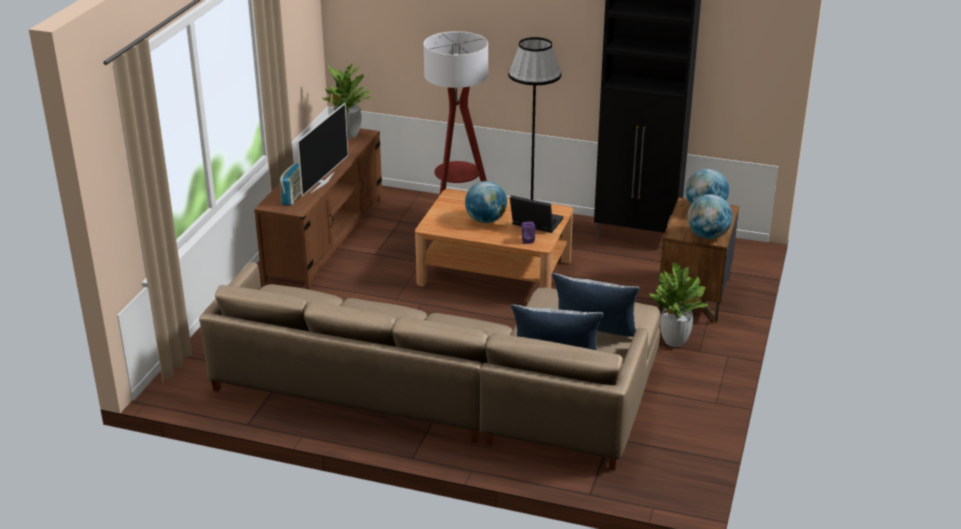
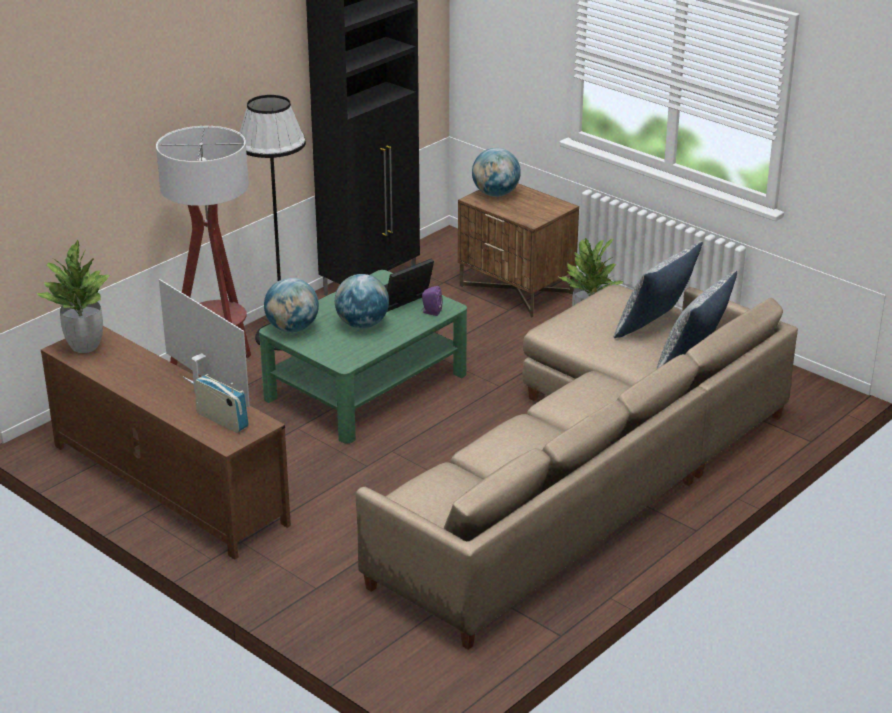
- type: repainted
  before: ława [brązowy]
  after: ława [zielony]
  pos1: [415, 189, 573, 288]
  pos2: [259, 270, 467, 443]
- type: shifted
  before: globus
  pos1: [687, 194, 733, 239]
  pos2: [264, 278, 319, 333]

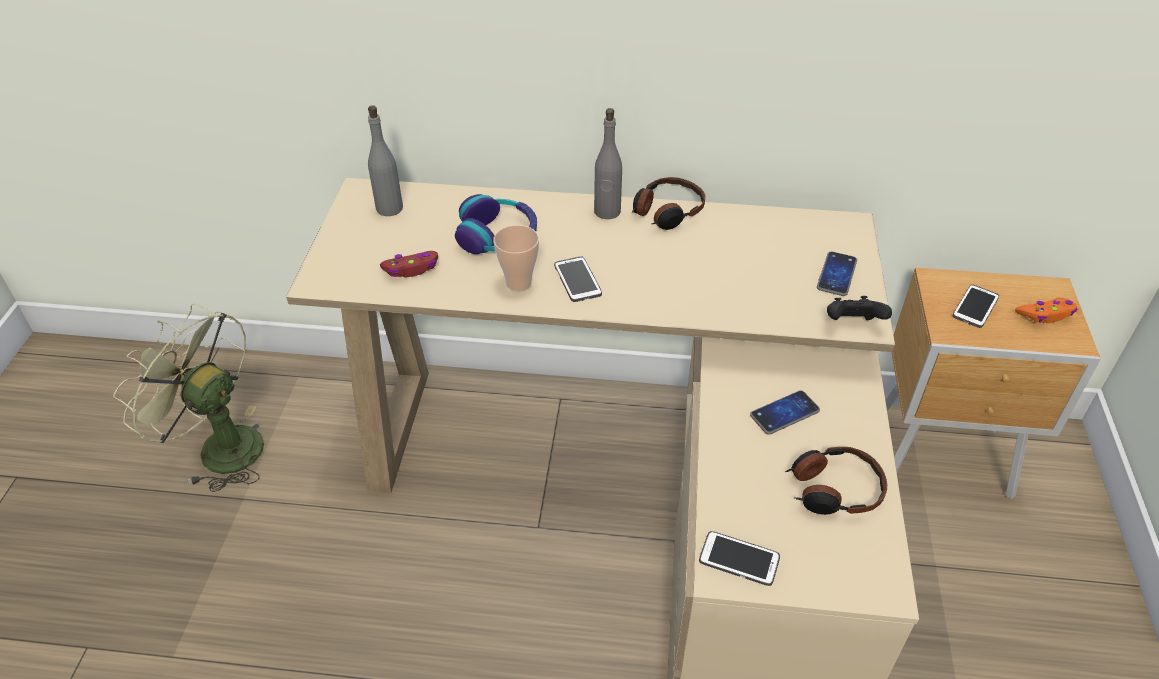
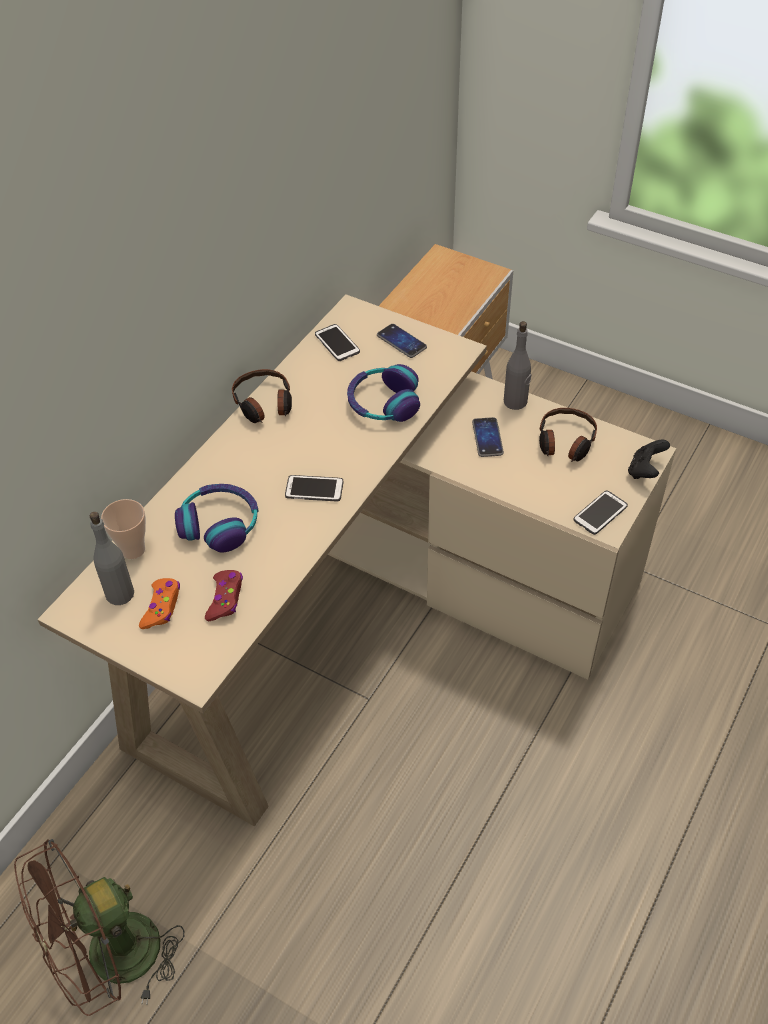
- type: repainted
  before: wentylator [zielony]
  after: wentylator [brązowy]
  pos1: [113, 304, 264, 492]
  pos2: [14, 839, 185, 1016]
- type: shifted
  before: filiżanka
  pos1: [493, 225, 539, 291]
  pos2: [101, 499, 146, 559]
- type: shifted
  before: butelka [szary]
  pos1: [594, 108, 622, 219]
  pos2: [504, 321, 531, 410]
- type: shifted
  before: pad do gier [czarny]
  pos1: [827, 296, 892, 320]
  pos2: [628, 440, 670, 479]
- type: shifted
  before: telefon
  pos1: [952, 284, 999, 328]
  pos2: [315, 324, 360, 361]
- type: shifted
  before: pad do gier [pomarańczowy]
  pos1: [1015, 297, 1078, 323]
  pos2: [139, 578, 180, 629]
- type: new
  after: słuchawki
  pos2: [347, 364, 420, 422]

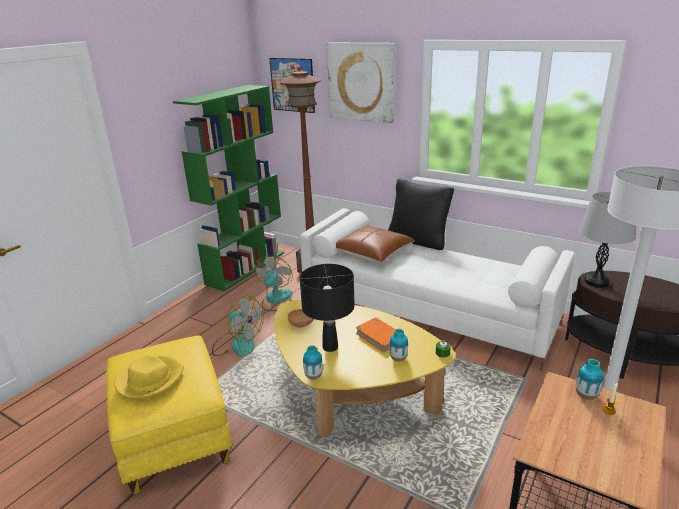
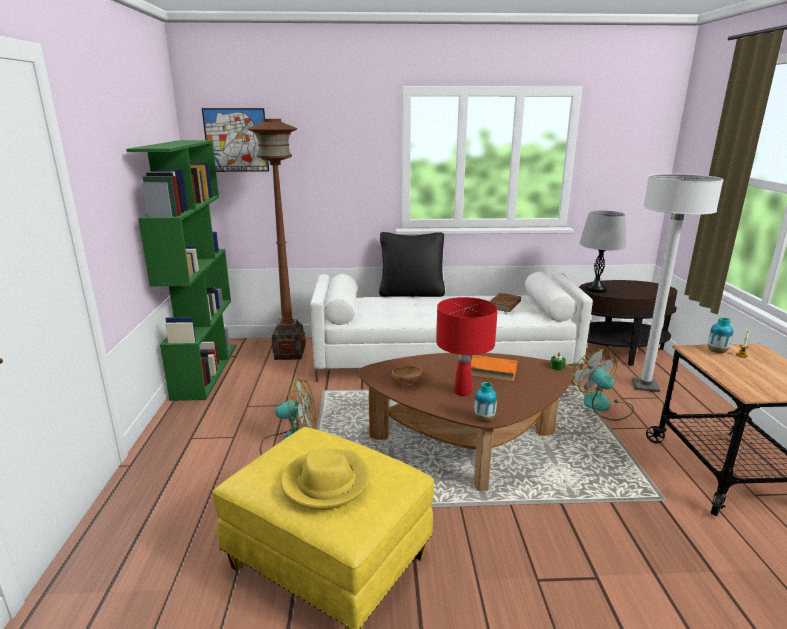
- type: shifted
  before: wentylator
  pos1: [254, 256, 293, 311]
  pos2: [572, 349, 634, 421]
- type: repainted
  before: ława [żółty]
  after: ława [brązowy]
  pos1: [274, 300, 455, 438]
  pos2: [358, 353, 572, 491]
- type: repainted
  before: lampa stołowa [czarny]
  after: lampa stołowa [czerwony]
  pos1: [300, 264, 355, 352]
  pos2: [436, 297, 498, 396]
- type: gone
  before: obraz
  pos1: [327, 43, 395, 123]
- type: gone
  before: poduszka [brązowy]
  pos1: [336, 226, 415, 263]
- type: gone
  before: wazon
  pos1: [389, 329, 408, 361]
- type: new
  after: książka [brązowy]
  pos2: [489, 293, 521, 312]

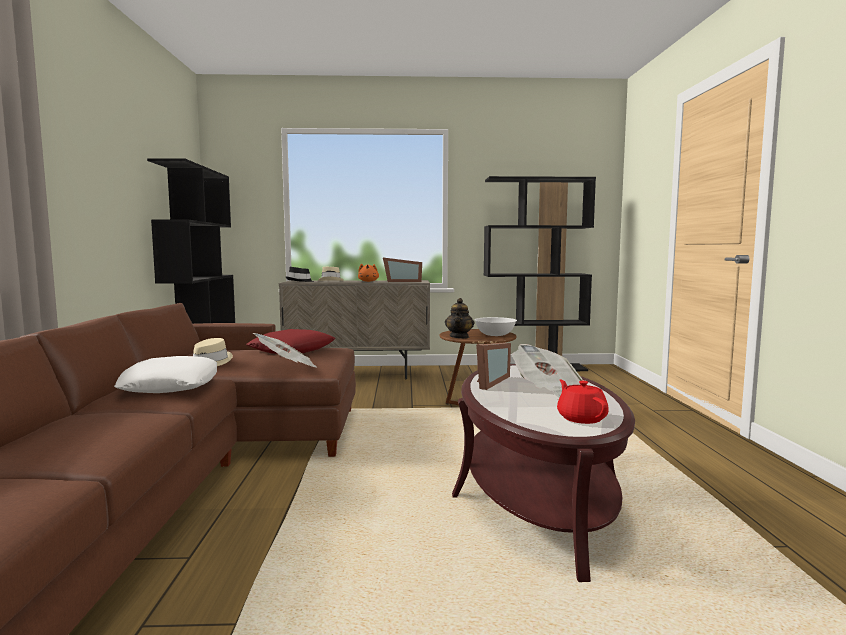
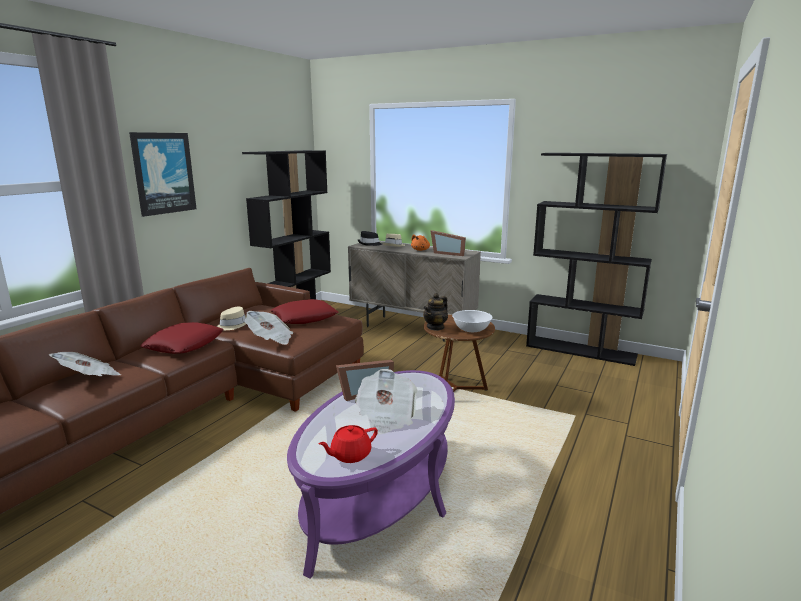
- type: repainted
  before: poduszka [biały]
  after: poduszka [czerwony]
  pos1: [114, 356, 217, 393]
  pos2: [140, 322, 223, 354]
- type: repainted
  before: ława [brązowy]
  after: ława [fioletowy]
  pos1: [452, 364, 635, 582]
  pos2: [287, 370, 455, 579]
- type: rotated
  before: imbryk [czerwony]
  pos1: [557, 380, 609, 424]
  pos2: [318, 425, 378, 463]
  turn: -135
- type: new
  after: gazeta
  pos2: [49, 352, 121, 376]
- type: new
  after: obraz
  pos2: [129, 132, 196, 217]

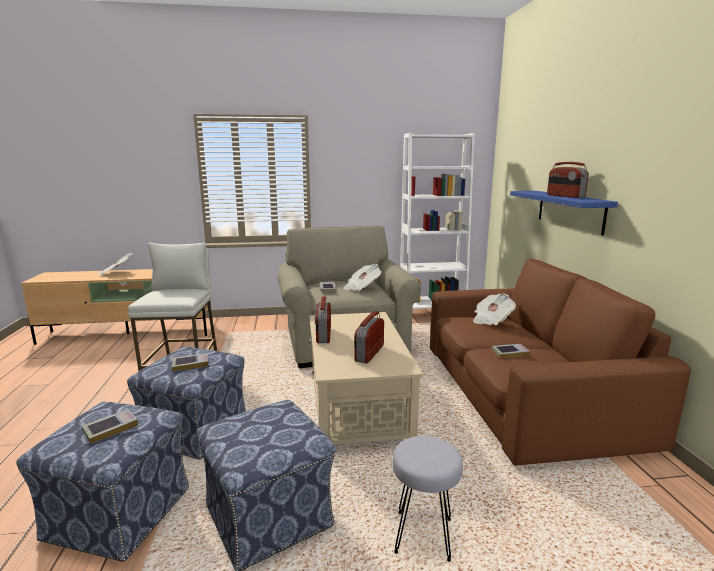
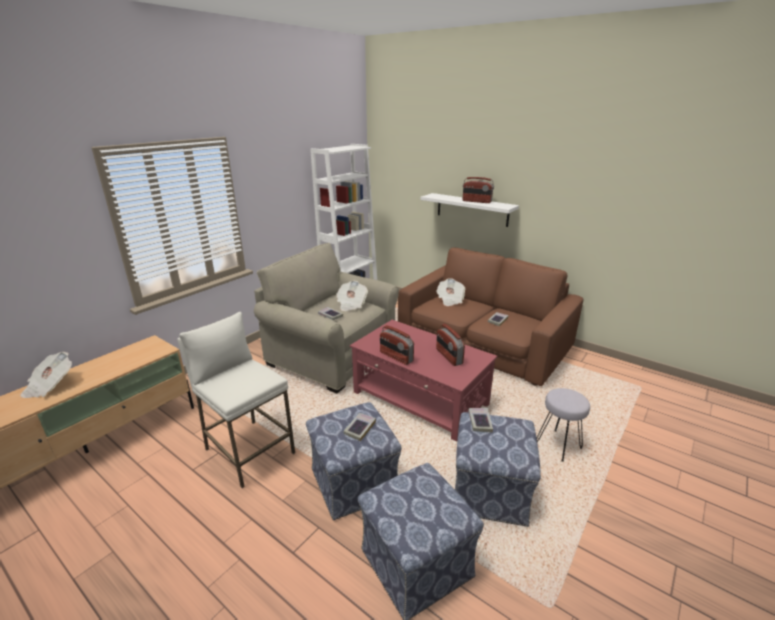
- type: shifted
  before: książka
  pos1: [82, 409, 138, 444]
  pos2: [468, 408, 493, 433]
- type: repainted
  before: ława [beżowy]
  after: ława [czerwony]
  pos1: [309, 312, 423, 444]
  pos2: [350, 320, 497, 442]
- type: repainted
  before: półka [niebieski]
  after: półka [biały]
  pos1: [510, 191, 618, 236]
  pos2: [421, 193, 519, 227]

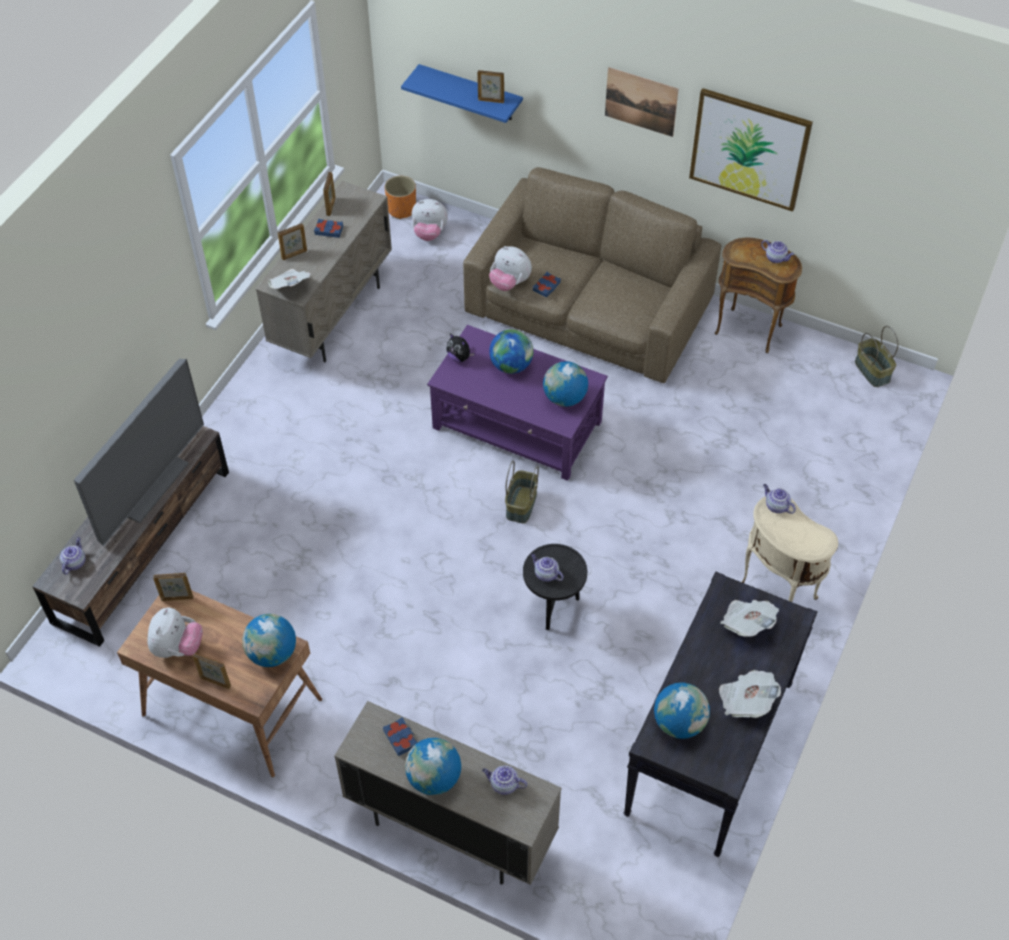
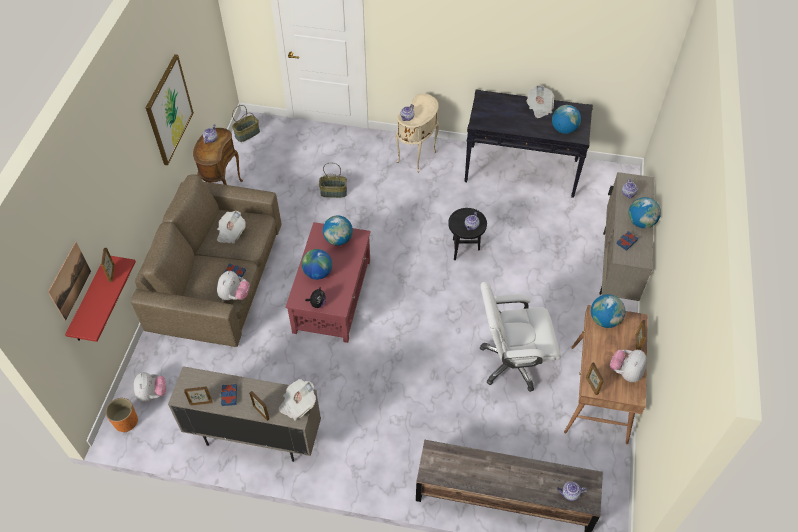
- type: gone
  before: telewizor
  pos1: [74, 359, 204, 546]
- type: rotated
  before: pluszak
  pos1: [148, 608, 203, 658]
  pos2: [610, 350, 647, 382]
  turn: -60
- type: repainted
  before: półka [niebieski]
  after: półka [czerwony]
  pos1: [401, 64, 523, 123]
  pos2: [65, 256, 136, 342]
- type: repainted
  before: ława [fioletowy]
  after: ława [czerwony]
  pos1: [427, 325, 608, 481]
  pos2: [286, 222, 370, 343]
- type: shifted
  before: koszyk
  pos1: [505, 460, 539, 523]
  pos2: [319, 163, 347, 198]
- type: shifted
  before: obraz
  pos1: [605, 67, 679, 137]
  pos2: [48, 242, 91, 321]
- type: shifted
  before: gazeta
  pos1: [720, 600, 779, 637]
  pos2: [217, 211, 246, 244]
- type: new
  after: krzesło biurowe [biały]
  pos2: [480, 282, 561, 392]

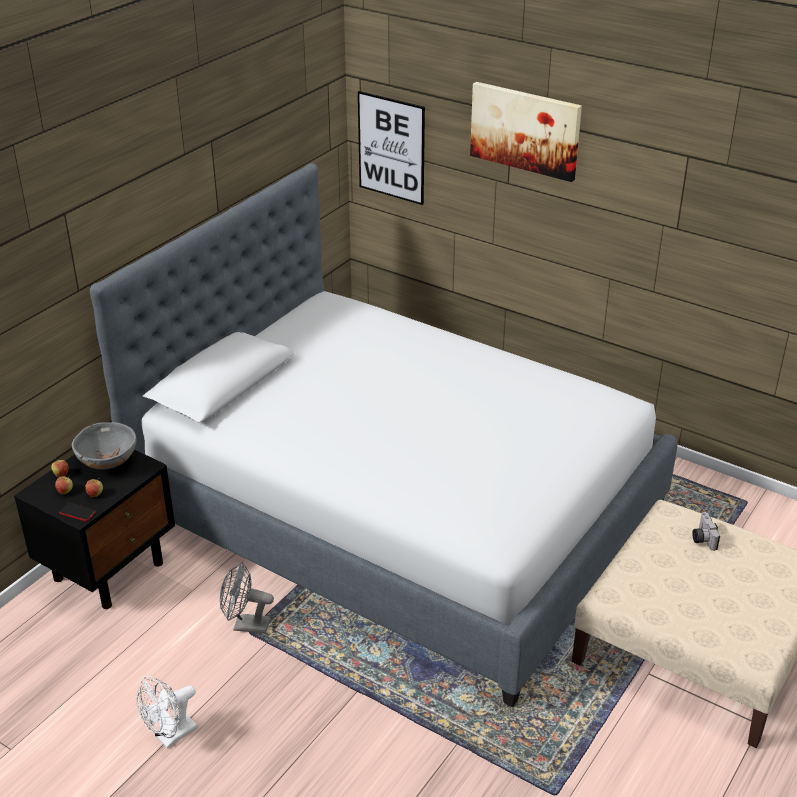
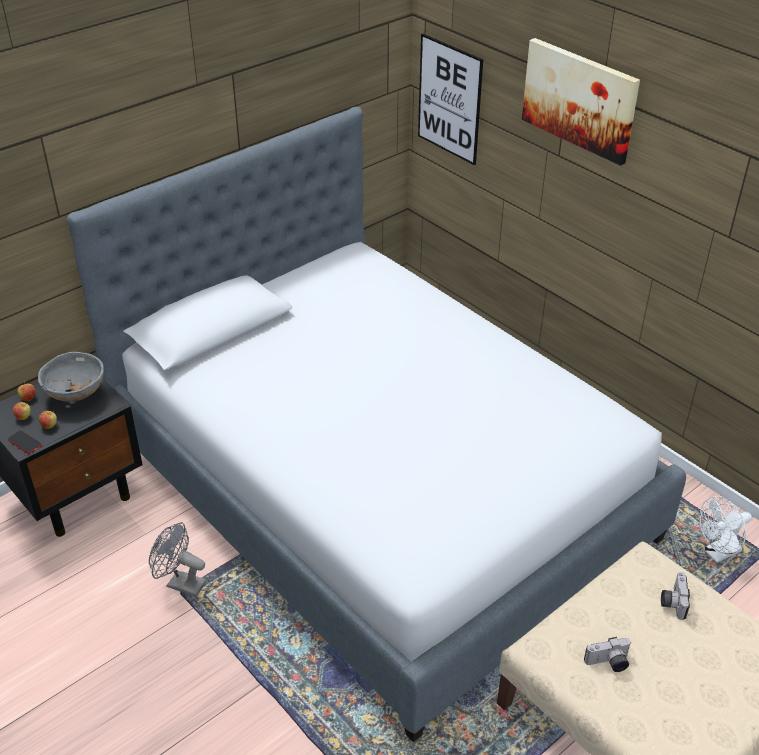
- type: shifted
  before: wentylator [biały]
  pos1: [137, 676, 198, 748]
  pos2: [700, 496, 752, 563]
- type: new
  after: aparat fotograficzny
  pos2: [584, 637, 631, 672]

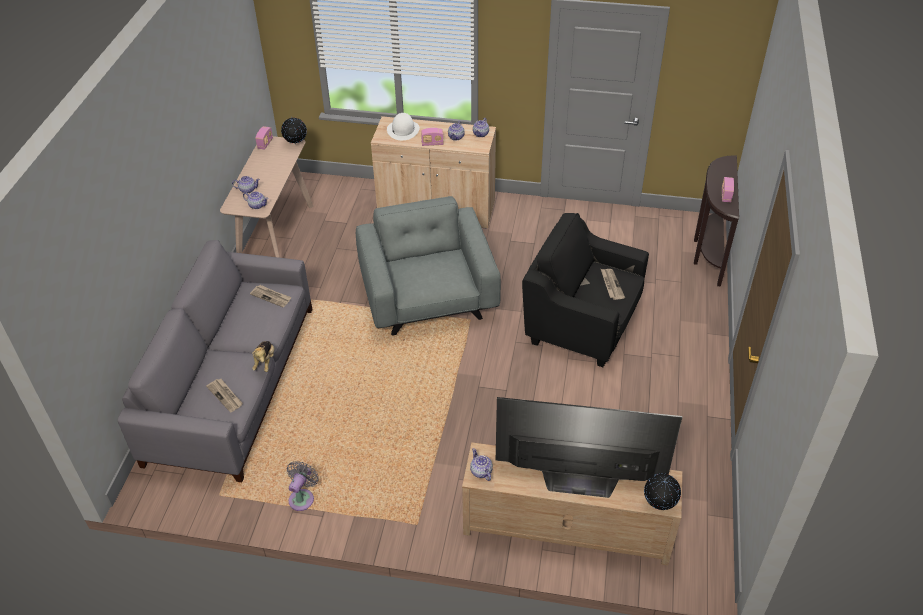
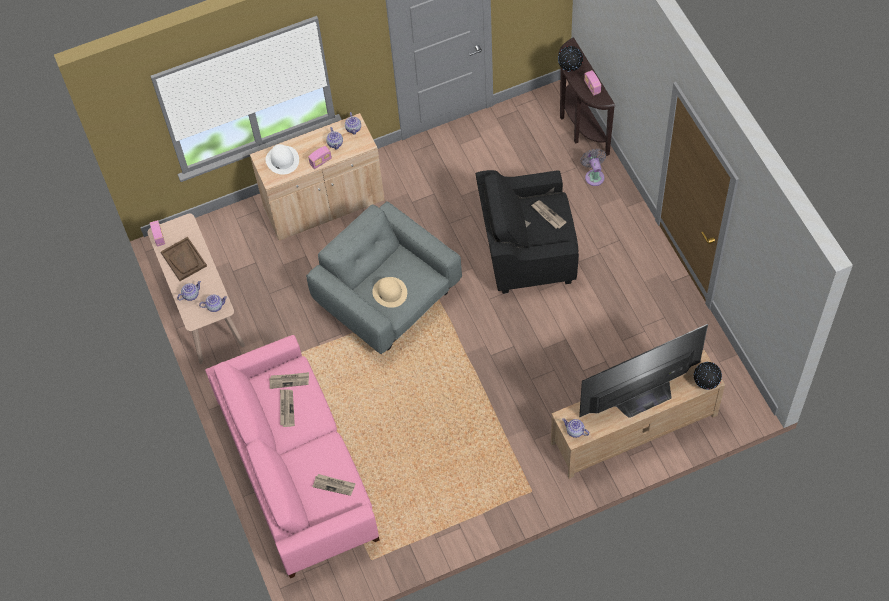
- type: repainted
  before: kanapa [szary]
  after: kanapa [różowy]
  pos1: [118, 240, 312, 482]
  pos2: [205, 335, 379, 578]
- type: gone
  before: pluszak
  pos1: [252, 341, 274, 372]
- type: shifted
  before: globus
  pos1: [281, 118, 307, 144]
  pos2: [558, 46, 583, 71]
- type: shifted
  before: wentylator [szary]
  pos1: [287, 461, 319, 511]
  pos2: [580, 148, 606, 186]
- type: new
  after: taca [brązowy]
  pos2: [161, 237, 207, 281]
- type: new
  after: gazeta
  pos2: [280, 389, 295, 427]
- type: new
  after: kapelusz [beżowy]
  pos2: [372, 277, 407, 308]

